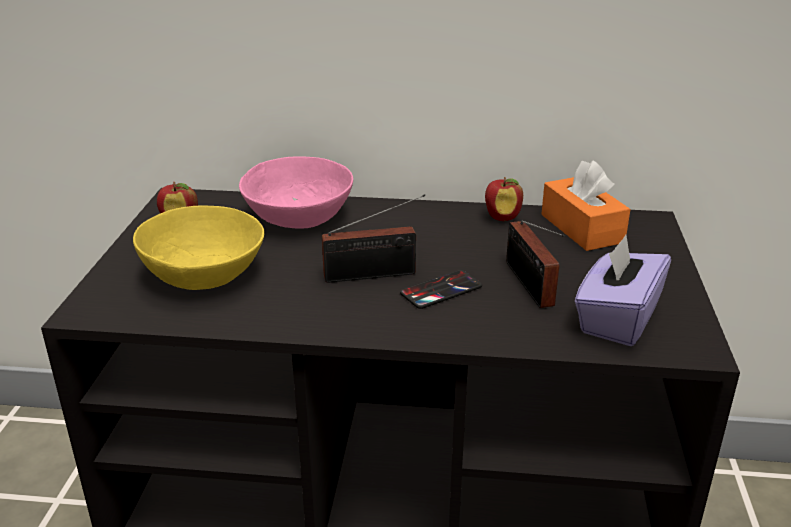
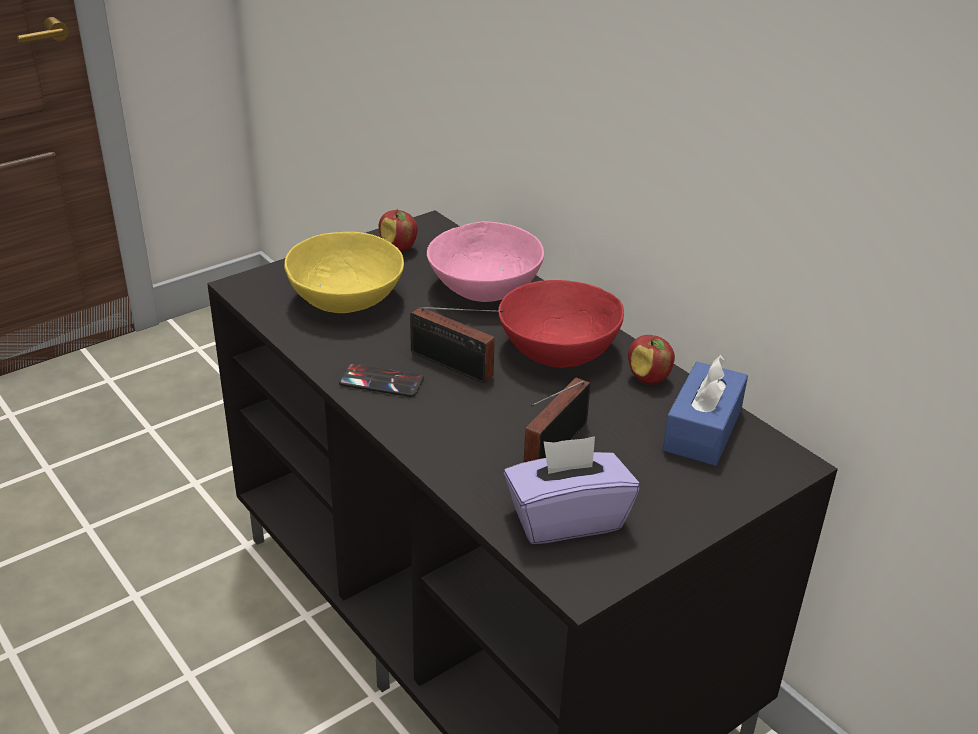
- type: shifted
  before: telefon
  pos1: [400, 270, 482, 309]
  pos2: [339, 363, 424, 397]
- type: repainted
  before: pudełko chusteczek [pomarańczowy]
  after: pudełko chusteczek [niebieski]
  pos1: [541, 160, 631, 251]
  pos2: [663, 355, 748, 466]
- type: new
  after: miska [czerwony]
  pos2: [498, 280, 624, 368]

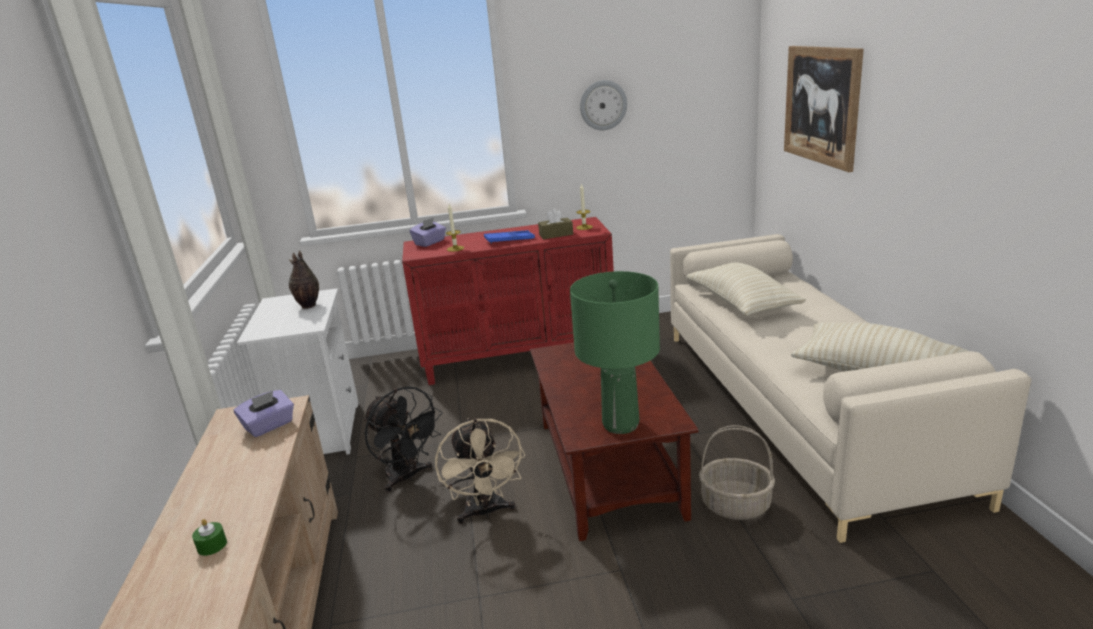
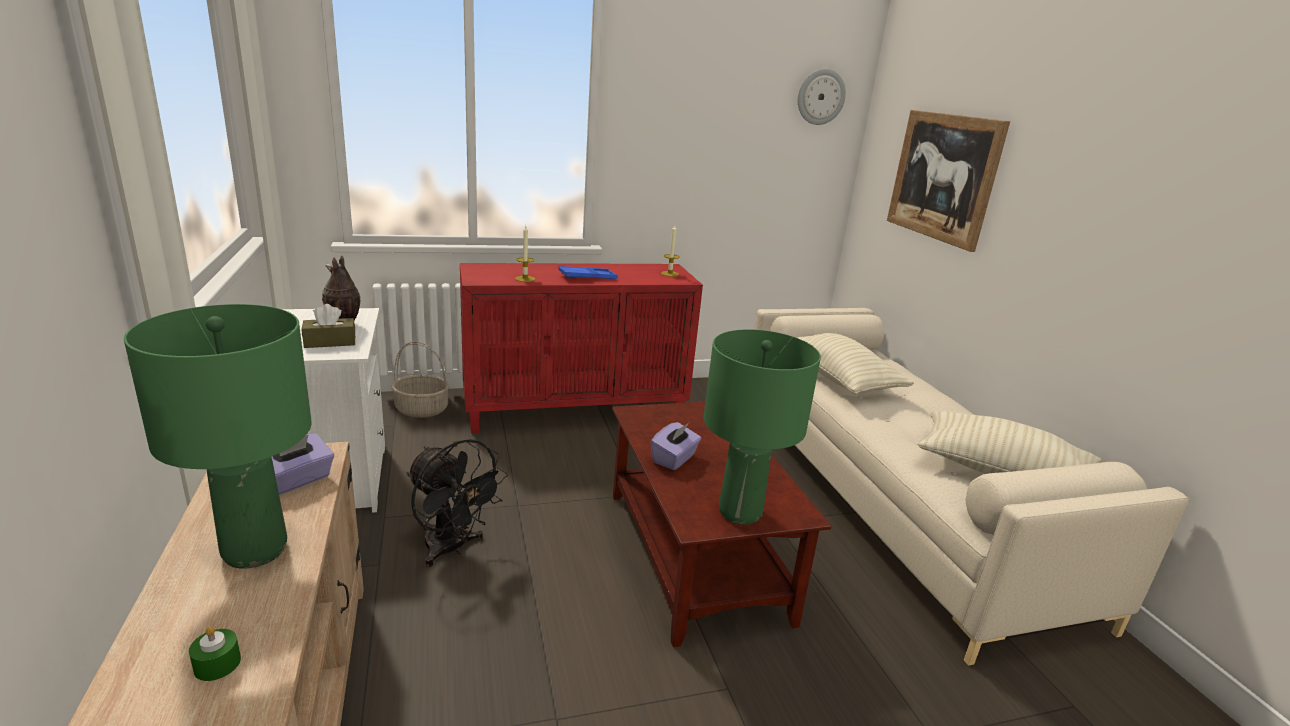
- type: shifted
  before: pudełko chusteczek [fioletowy]
  pos1: [410, 218, 446, 247]
  pos2: [650, 422, 701, 470]
- type: gone
  before: wentylator [beżowy]
  pos1: [435, 418, 525, 524]
- type: shifted
  before: pudełko chusteczek [brązowy]
  pos1: [538, 208, 573, 239]
  pos2: [302, 304, 355, 348]
- type: shifted
  before: zegar ścienny
  pos1: [580, 80, 627, 130]
  pos2: [798, 69, 846, 125]
- type: shifted
  before: koszyk
  pos1: [699, 425, 775, 520]
  pos2: [391, 341, 450, 418]
- type: new
  after: lampa stołowa [zielony]
  pos2: [124, 304, 312, 569]

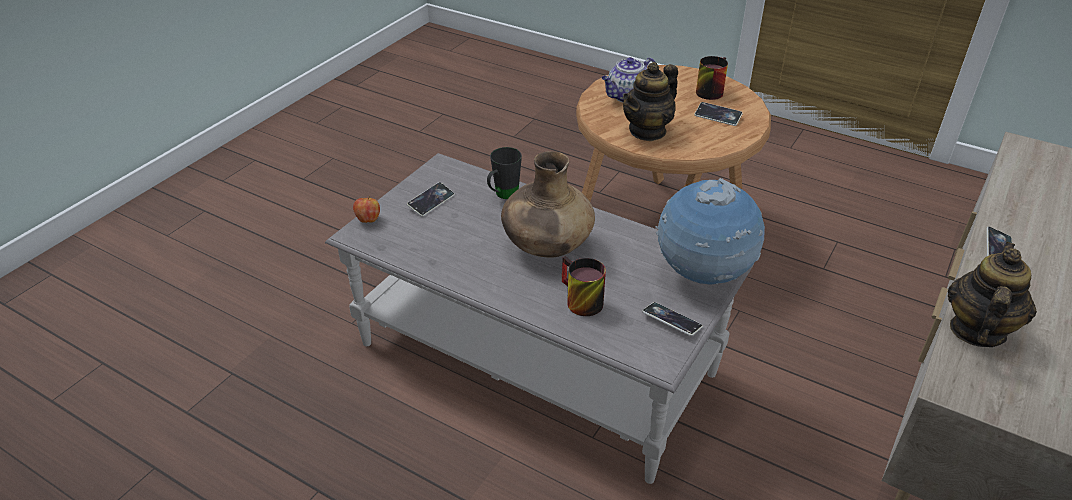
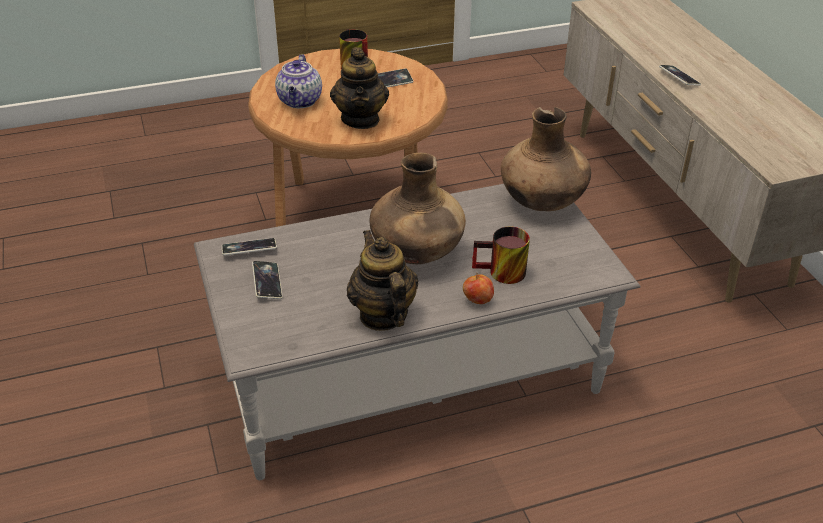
- type: shifted
  before: jabłko
  pos1: [353, 195, 380, 223]
  pos2: [463, 273, 494, 304]
- type: gone
  before: kubek [czarny]
  pos1: [487, 147, 522, 199]
- type: shifted
  before: telefon
  pos1: [642, 302, 703, 336]
  pos2: [222, 238, 277, 256]
- type: swapped
  before: globus
  after: wazon [brązowy]
  pos1: [655, 178, 765, 285]
  pos2: [501, 107, 591, 211]
- type: shifted
  before: imbryk
  pos1: [947, 242, 1037, 347]
  pos2: [347, 230, 418, 331]

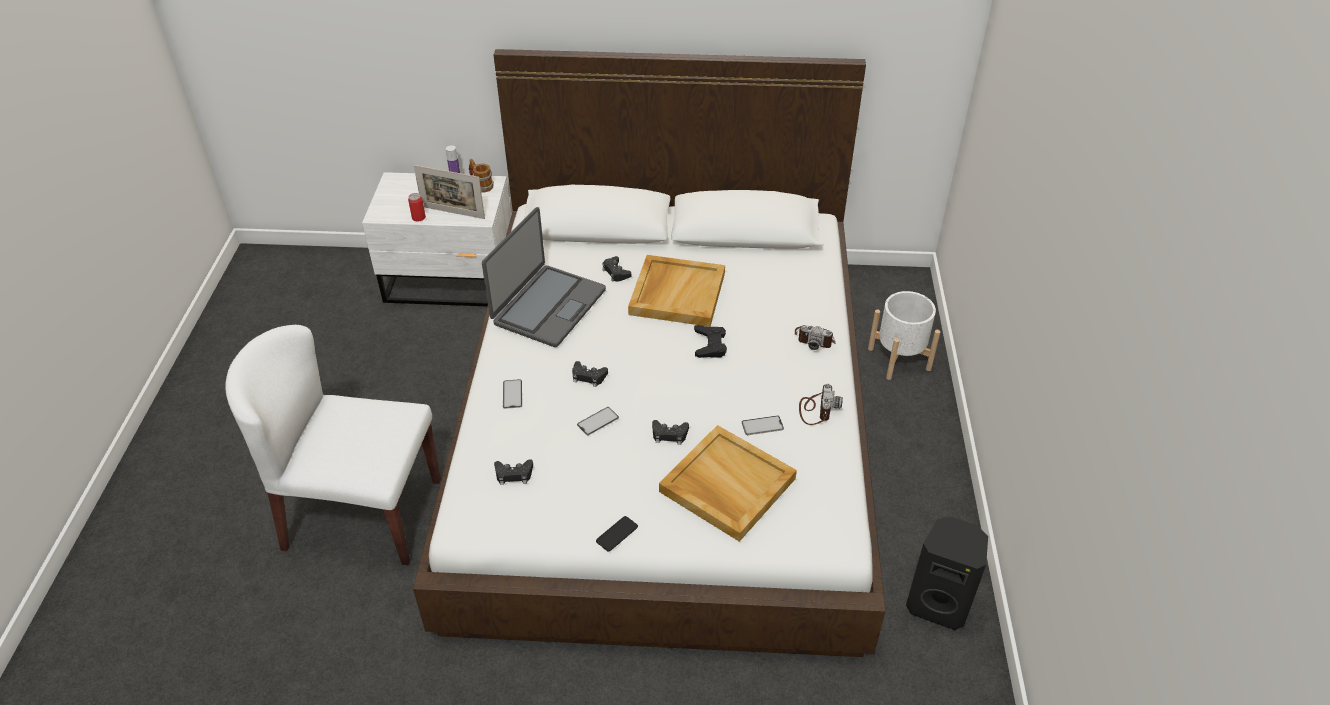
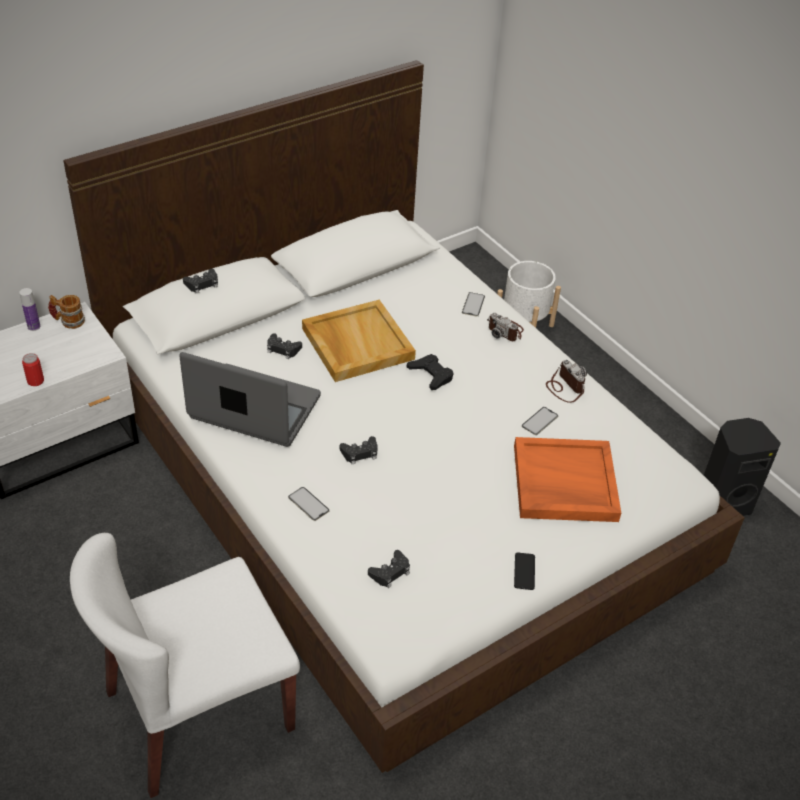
- type: gone
  before: ramka na zdjęcie
  pos1: [414, 165, 485, 219]
- type: rotated
  before: laptop
  pos1: [482, 207, 606, 347]
  pos2: [179, 352, 321, 447]
  turn: -60
- type: shifted
  before: telefon
  pos1: [577, 407, 619, 435]
  pos2: [462, 292, 485, 317]
- type: shifted
  before: pad do gier [czarny]
  pos1: [652, 420, 689, 445]
  pos2: [183, 269, 218, 293]
- type: repainted
  before: taca [beżowy]
  after: taca [pomarańczowy]
  pos1: [659, 425, 797, 542]
  pos2: [514, 437, 621, 522]
- type: rotated
  before: aparat fotograficzny
  pos1: [795, 325, 836, 350]
  pos2: [487, 313, 524, 341]
  turn: 60

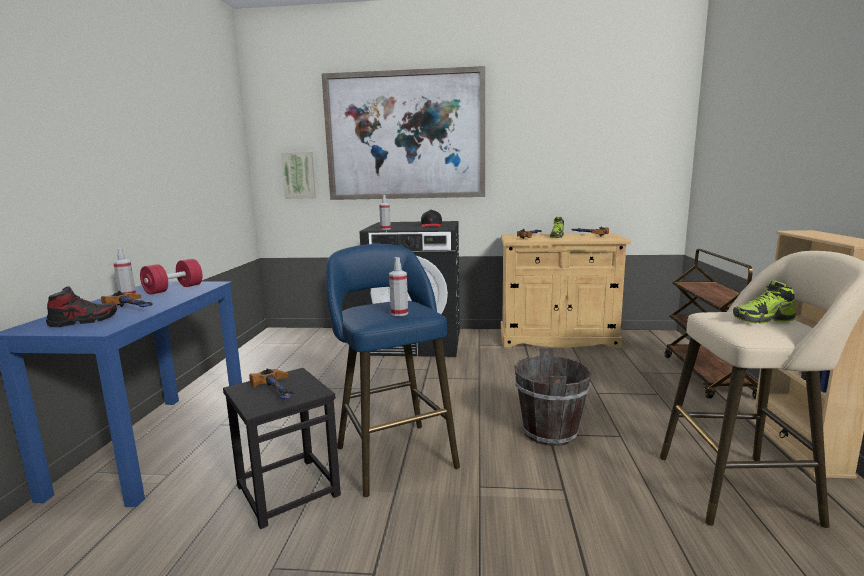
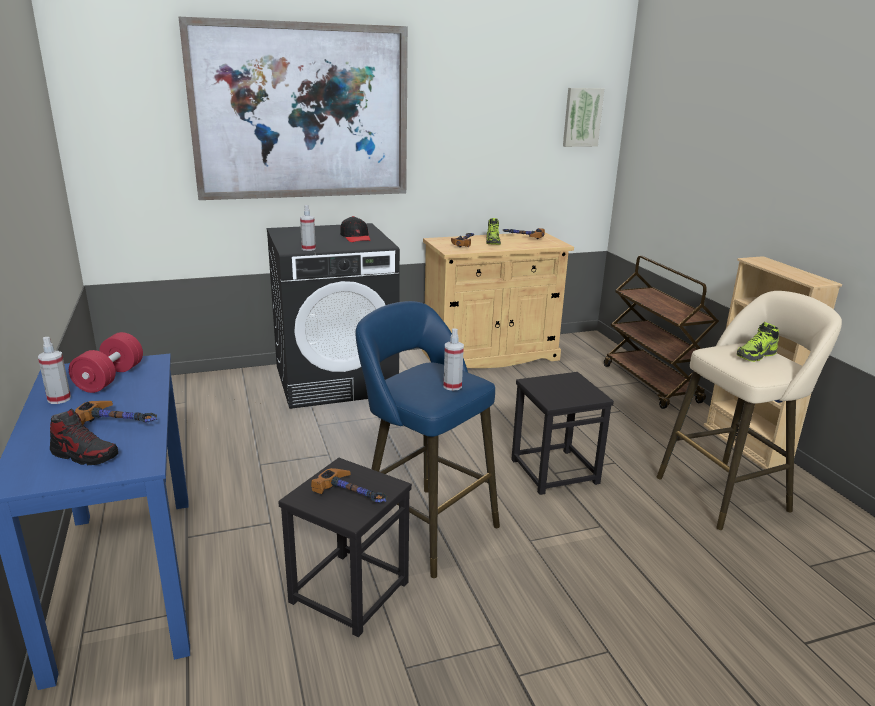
- type: rotated
  before: but
  pos1: [46, 286, 117, 327]
  pos2: [50, 409, 118, 465]
  turn: 75
- type: shifted
  before: obraz
  pos1: [281, 152, 316, 199]
  pos2: [563, 88, 604, 147]
- type: swapped
  before: wiadro [brązowy]
  after: stołek [czarny]
  pos1: [514, 348, 592, 446]
  pos2: [511, 372, 614, 495]

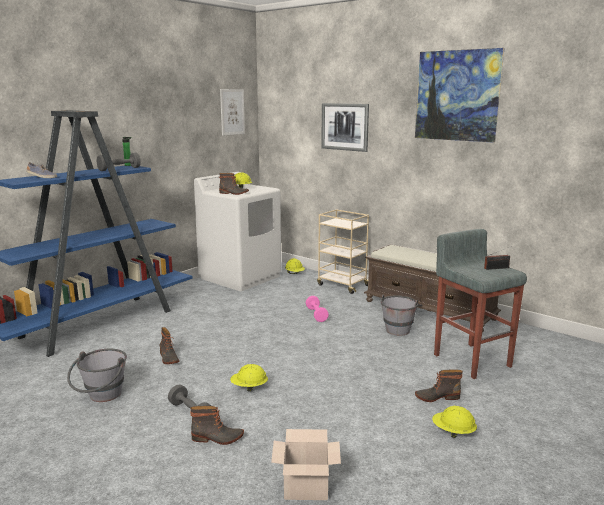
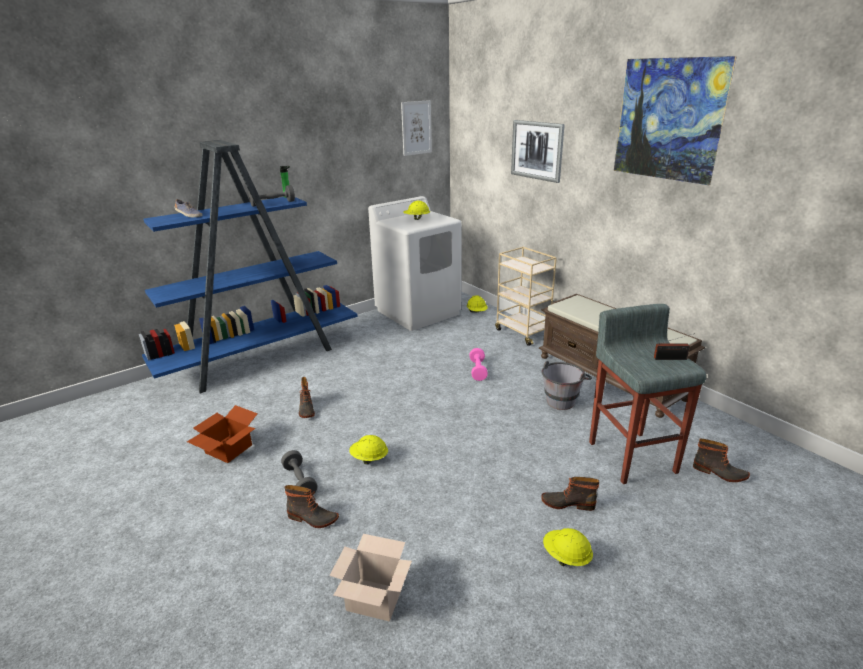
- type: swapped
  before: wiadro [szary]
  after: karton
  pos1: [67, 349, 127, 402]
  pos2: [187, 405, 258, 463]
- type: shifted
  before: but z cholewką
  pos1: [219, 173, 249, 195]
  pos2: [693, 439, 750, 482]

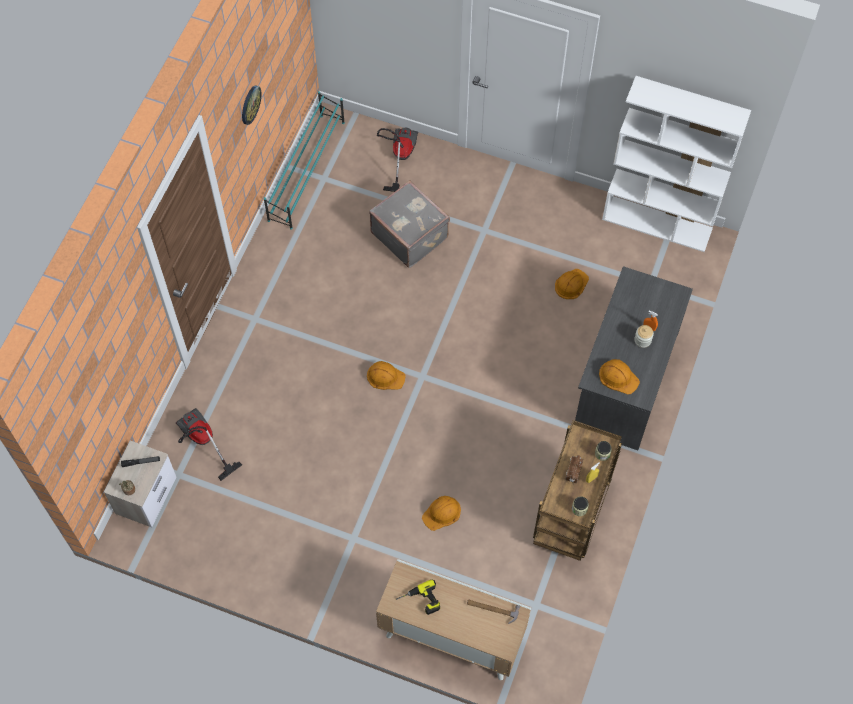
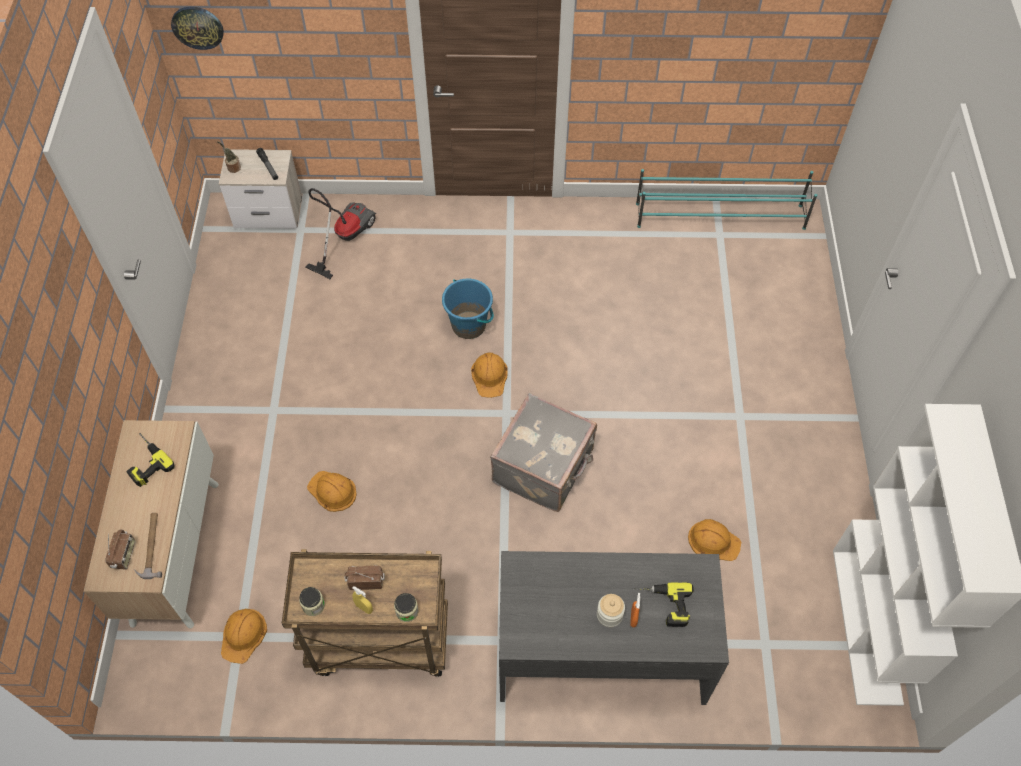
- type: shifted
  before: zegar ścienny
  pos1: [242, 85, 262, 125]
  pos2: [171, 7, 224, 50]
- type: shifted
  before: walizka [szary]
  pos1: [369, 180, 450, 268]
  pos2: [490, 393, 597, 512]
- type: gone
  before: odkurzacz
  pos1: [377, 128, 418, 192]
- type: shifted
  before: kask [pomarańczowy]
  pos1: [599, 359, 640, 394]
  pos2: [221, 609, 267, 664]
- type: new
  after: radio
  pos2: [105, 530, 135, 570]
- type: new
  after: wiadro [niebieski]
  pos2: [442, 279, 494, 339]
- type: new
  after: wiertarka
  pos2: [632, 582, 694, 627]

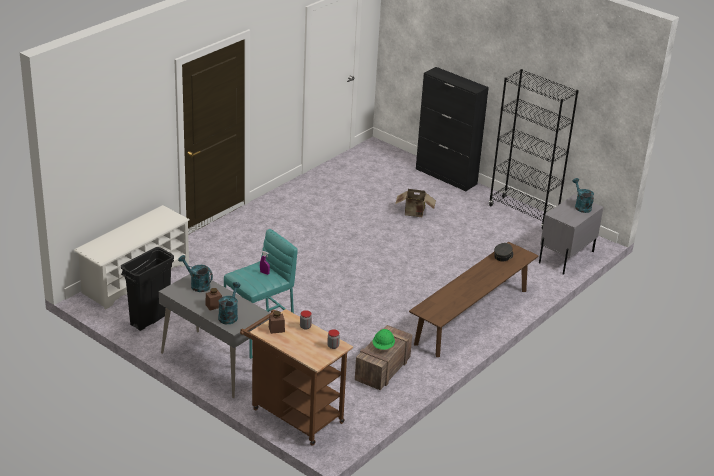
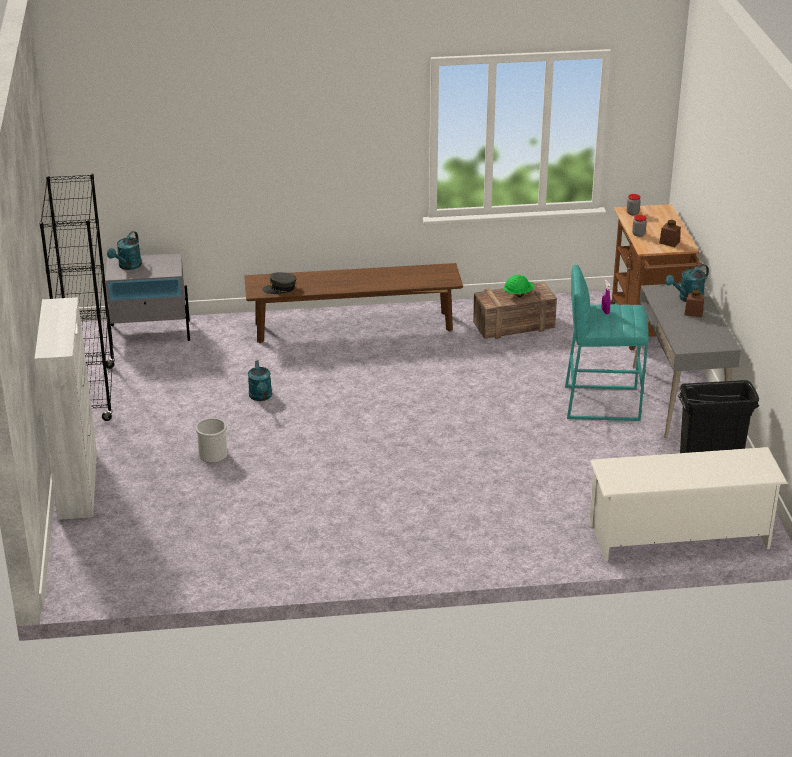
- type: shifted
  before: konewka [turkusowy]
  pos1: [178, 255, 213, 292]
  pos2: [248, 360, 272, 401]
- type: swapped
  before: karton
  after: wiadro
  pos1: [395, 189, 436, 217]
  pos2: [195, 418, 227, 463]
- type: repainted
  before: szafka [czarny]
  after: szafka [biały]
  pos1: [416, 67, 489, 191]
  pos2: [35, 297, 97, 520]

